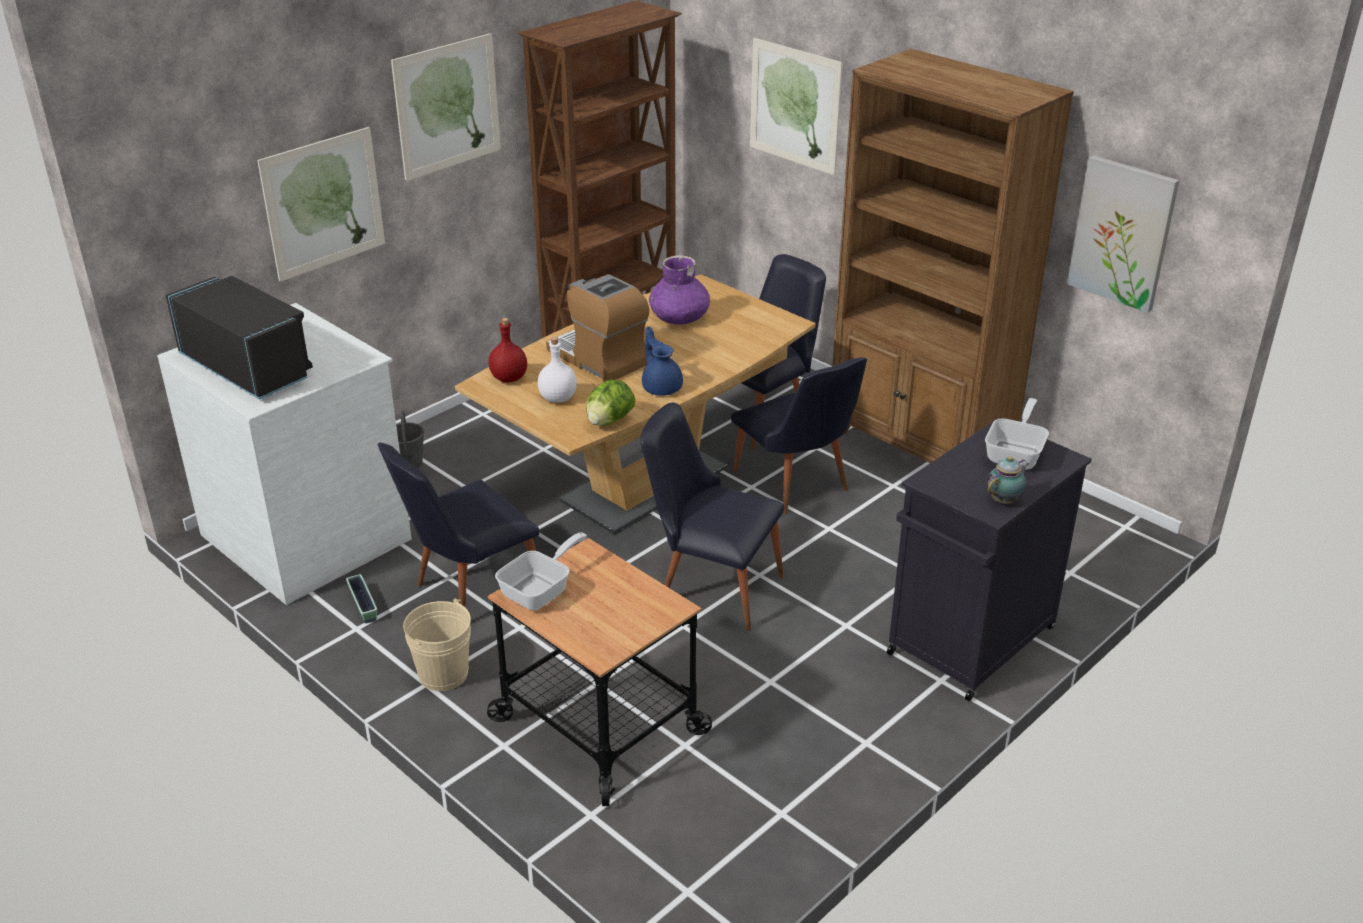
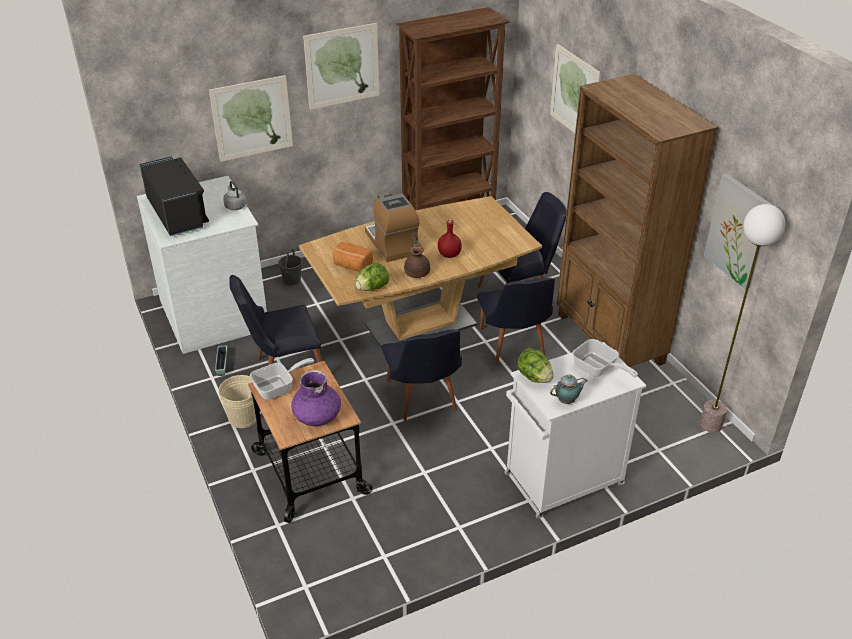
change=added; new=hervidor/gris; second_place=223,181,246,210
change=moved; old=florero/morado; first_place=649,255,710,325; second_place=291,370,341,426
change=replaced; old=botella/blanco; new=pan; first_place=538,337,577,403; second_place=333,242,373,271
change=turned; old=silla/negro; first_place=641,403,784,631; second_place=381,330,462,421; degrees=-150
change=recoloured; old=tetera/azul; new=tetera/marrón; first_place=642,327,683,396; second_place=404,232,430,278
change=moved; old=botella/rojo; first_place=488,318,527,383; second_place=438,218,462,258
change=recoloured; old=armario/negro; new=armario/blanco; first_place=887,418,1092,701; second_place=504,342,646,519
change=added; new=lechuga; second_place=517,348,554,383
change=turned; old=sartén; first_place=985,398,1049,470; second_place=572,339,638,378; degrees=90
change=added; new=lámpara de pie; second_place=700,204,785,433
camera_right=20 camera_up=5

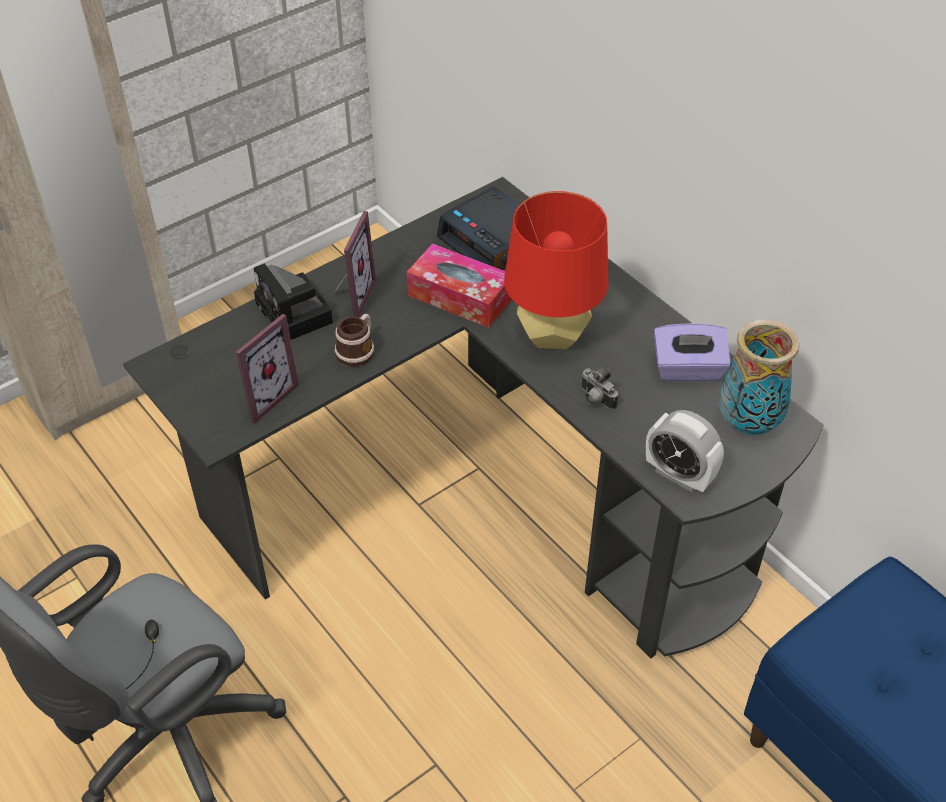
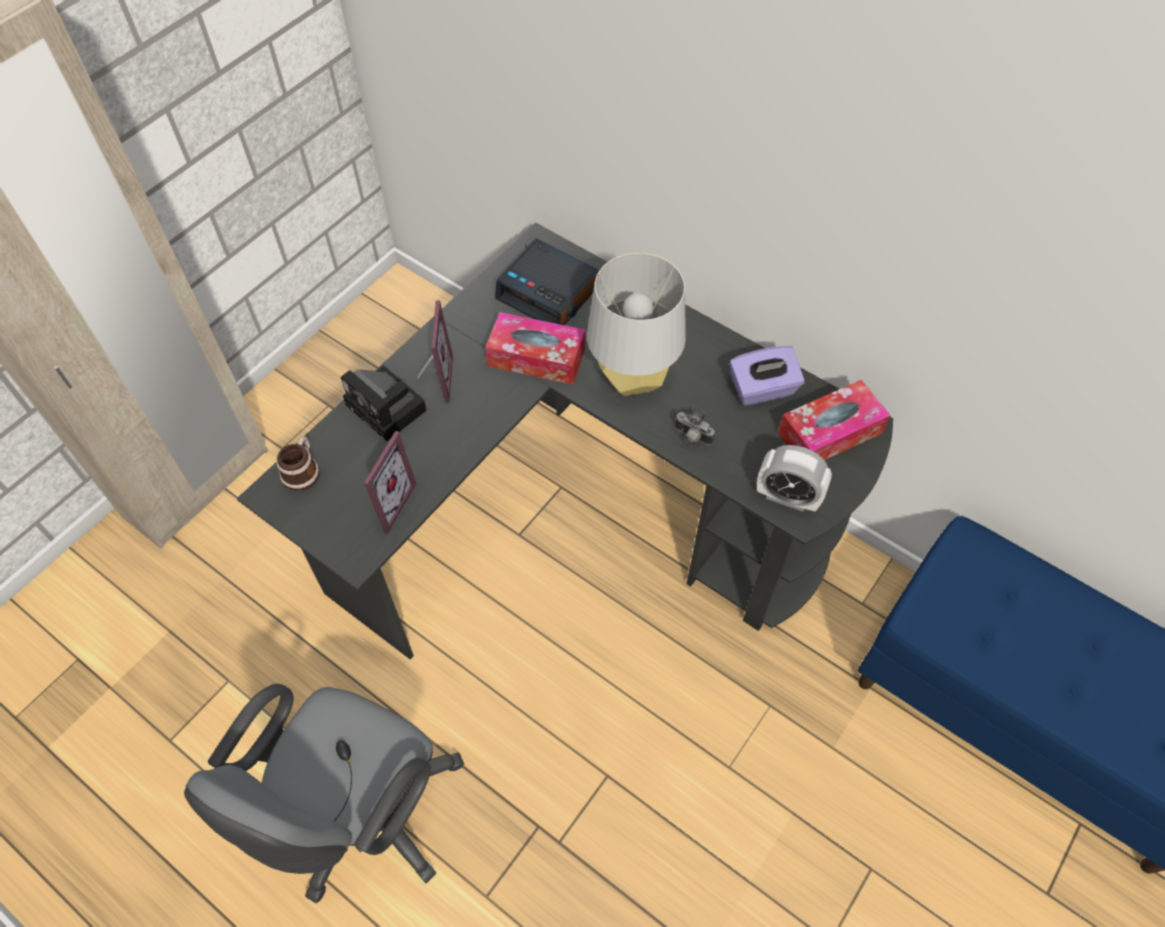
change=moved; old=taza grande; first_place=335,314,374,367; second_place=276,436,320,491
change=recoloured; old=lámpara de mesa/rojo; new=lámpara de mesa/gris; first_place=504,191,608,349; second_place=587,253,686,396
change=replaced; old=florero; new=caja de pañuelos; first_place=719,320,799,435; second_place=778,380,890,460
camera_right=-15 camera_up=10

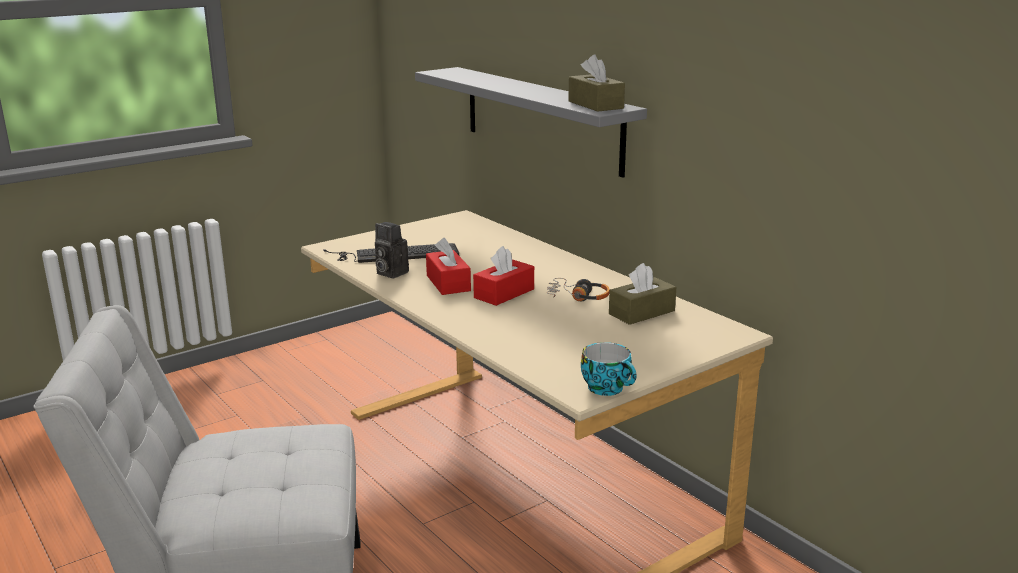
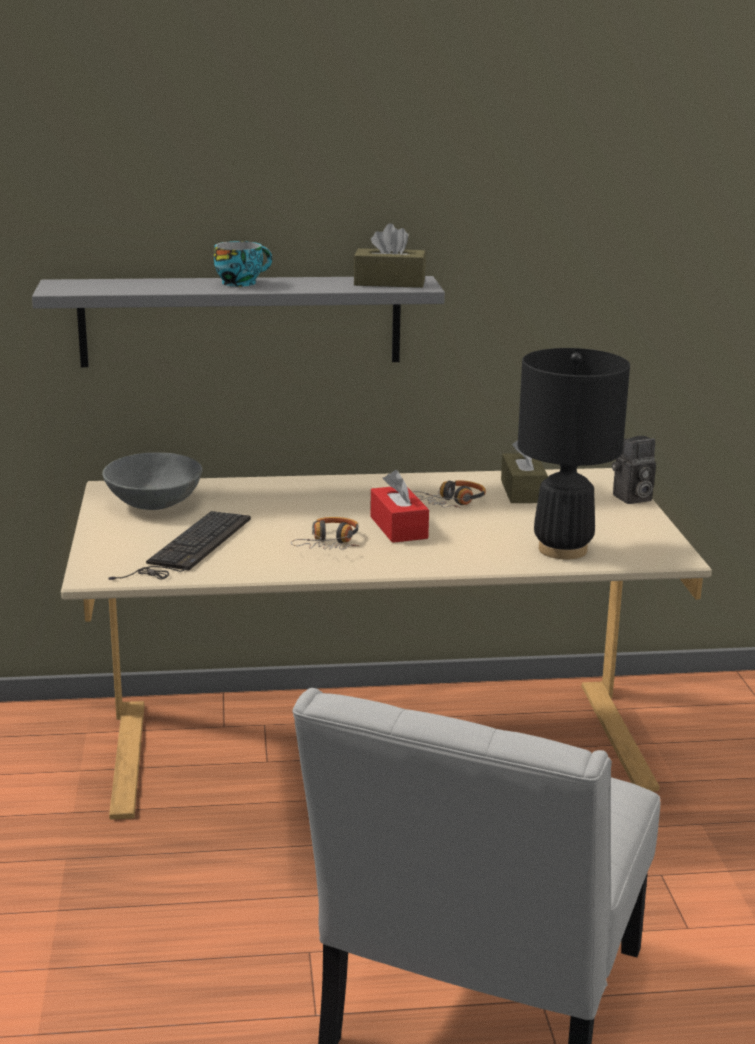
change=added; new=cuenco/gris; second_place=102,452,203,510
change=moved; old=taza; first_place=581,342,637,396; second_place=214,241,272,287
change=replaced; old=caja de pañuelos/rojo; new=auriculares; first_place=426,238,471,295; second_place=291,517,359,549
change=added; new=lámpara de mesa/negro; second_place=518,348,630,559
change=moved; old=cámara; first_place=375,222,409,278; second_place=612,436,656,504
camera_right=-60 camera_up=0

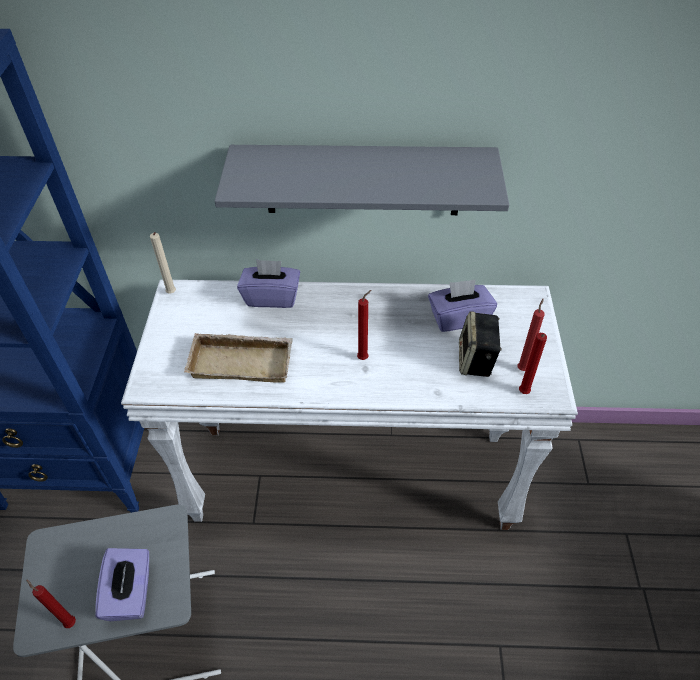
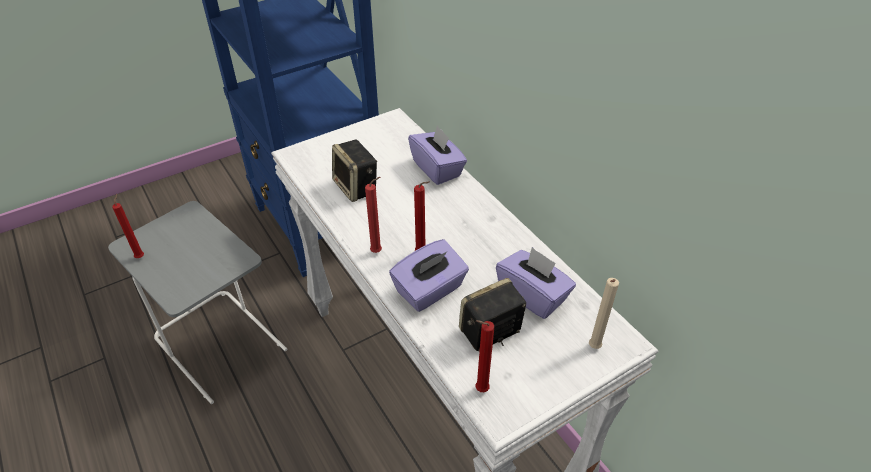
change=replaced; old=bandeja/beis; new=altavoz; first_place=184,333,293,383; second_place=332,140,377,202
change=moved; old=vela/rojo; first_place=517,299,545,371; second_place=365,177,382,253
change=moved; old=caja de pañuelos/morado; first_place=96,548,149,621; second_place=389,239,469,312
change=moved; old=vela/beis; first_place=150,232,176,293; second_place=589,278,619,349
change=removed; old=estante/gris; first_place=215,145,509,215
camera_right=55 camera_up=-5

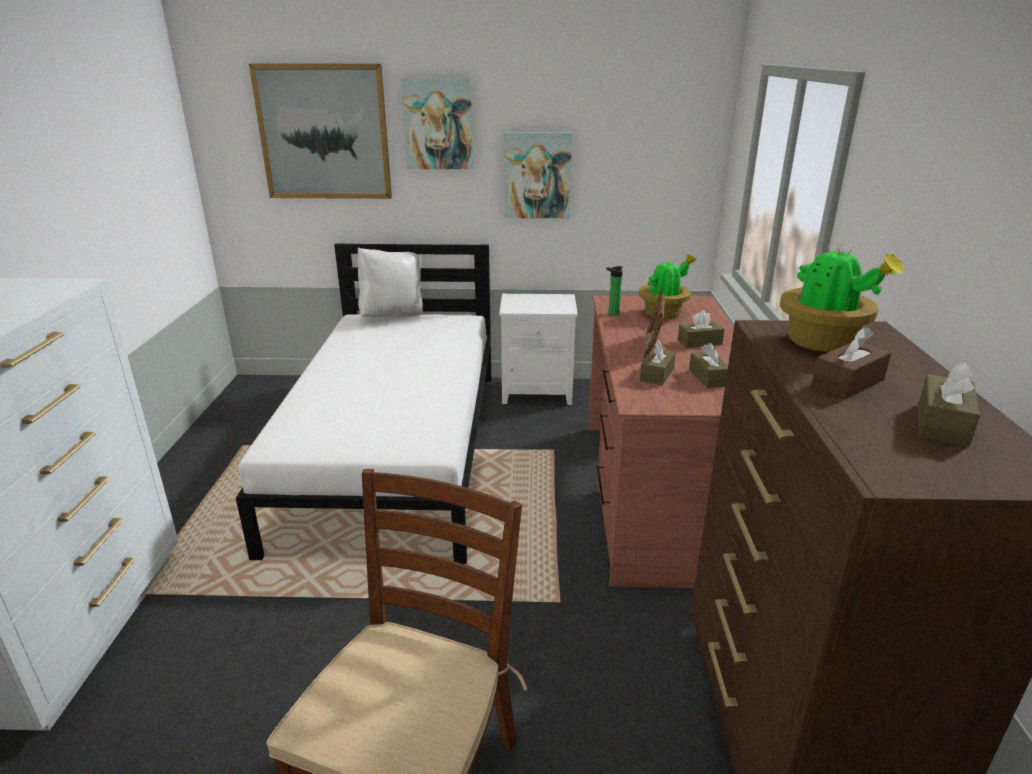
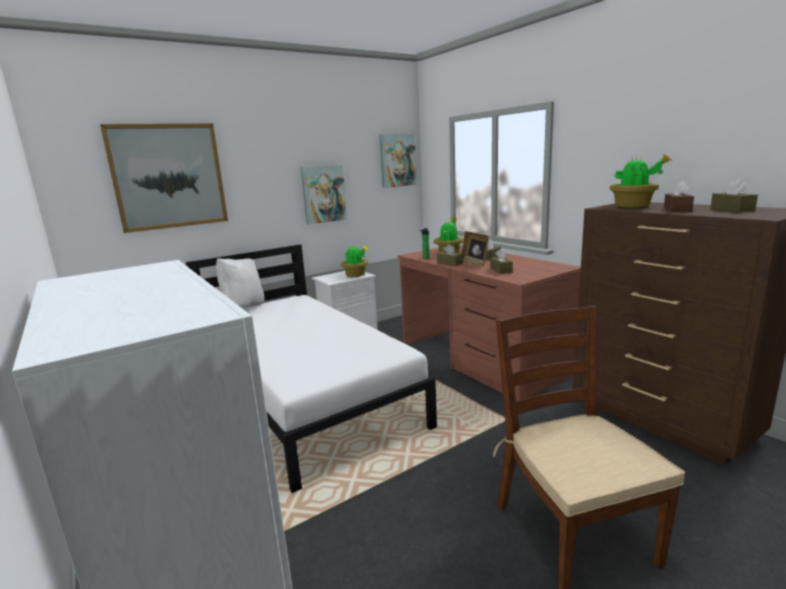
change=added; new=planta en maceta; second_place=341,245,368,277
change=moved; old=cuadro; first_place=401,78,474,169; second_place=379,133,417,188
change=moved; old=caja de pañuelos/marrón; first_place=689,343,728,388; second_place=437,244,463,266
camera_right=-35 camera_up=-10

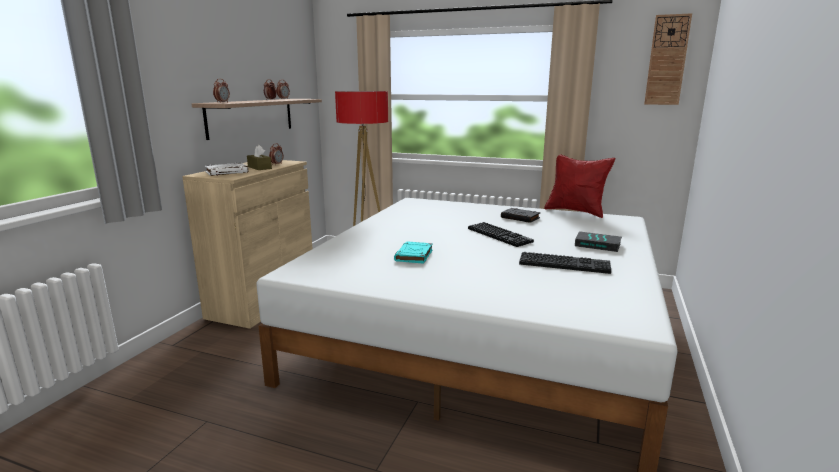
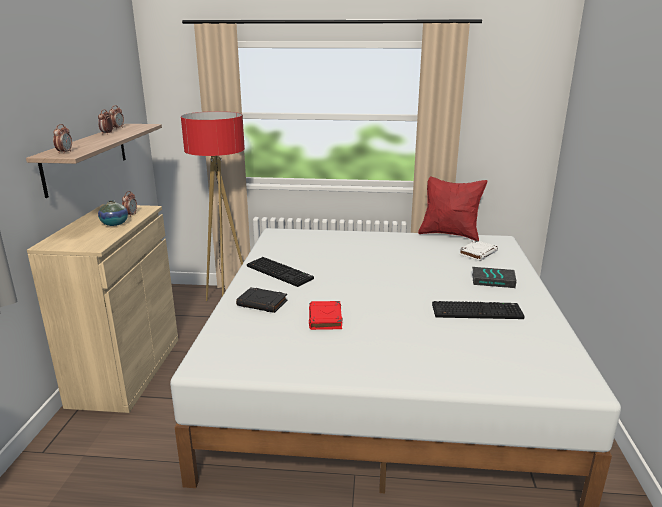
change=replaced; old=caja de pañuelos/marrón; new=florero; first_place=247,145,272,170; second_place=98,200,128,226
change=moved; old=libro/negro; first_place=501,208,540,223; second_place=236,287,288,313
change=moved; old=teclado; first_place=468,222,534,247; second_place=247,257,314,287
change=recoloured; old=libro/turquesa; new=libro/rojo; first_place=394,241,433,264; second_place=309,301,342,330
change=moved; old=libro/blanco; first_place=205,163,248,176; second_place=459,240,498,261
change=removed; old=reloj de pared; first_place=644,13,692,105
camera_right=-15 camera_up=5

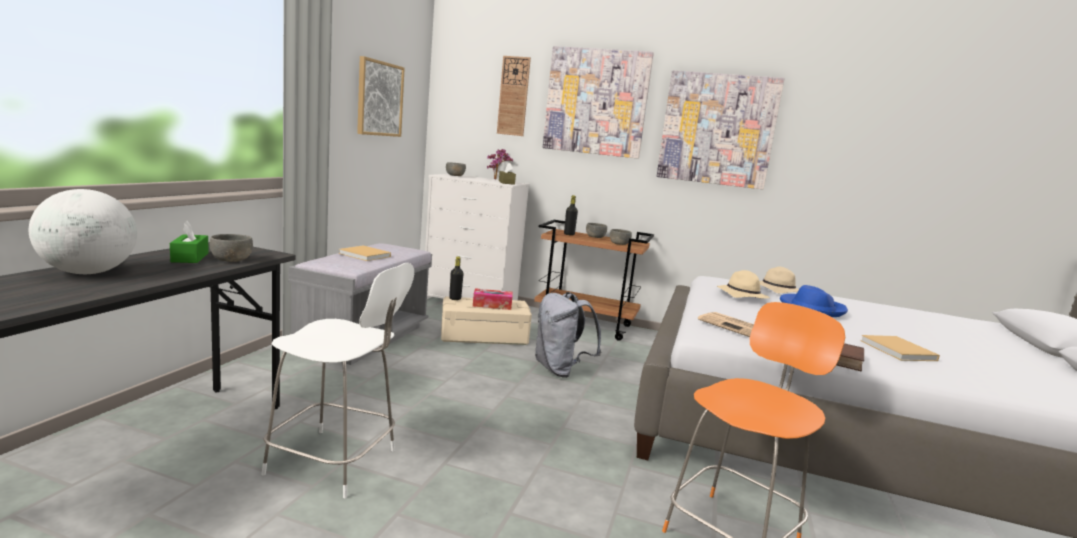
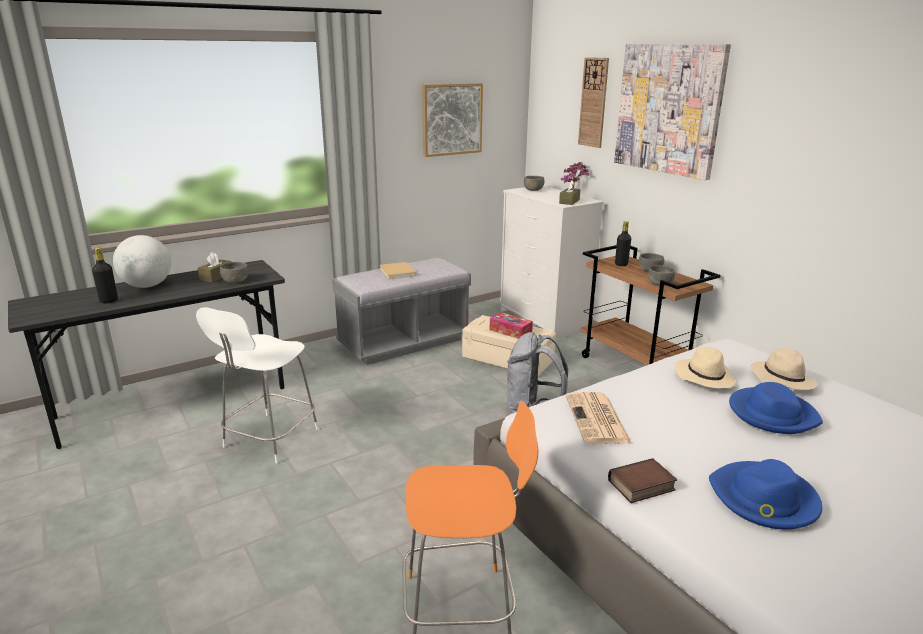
change=moved; old=botella/negro; first_place=449,256,464,300; second_place=92,248,118,303
change=turned; old=silla/blanco; first_place=261,263,414,498; second_place=196,307,319,464; degrees=60
change=recoloured; old=caja de pañuelos/verde; new=caja de pañuelos/marrón; first_place=170,221,209,263; second_place=198,252,231,283
change=replaced; old=libro/beis; new=sombrero/azul; first_place=860,335,940,361; second_place=709,459,823,530
change=removed; old=cuadro; first_place=657,71,785,189
camera_right=40 camera_up=10

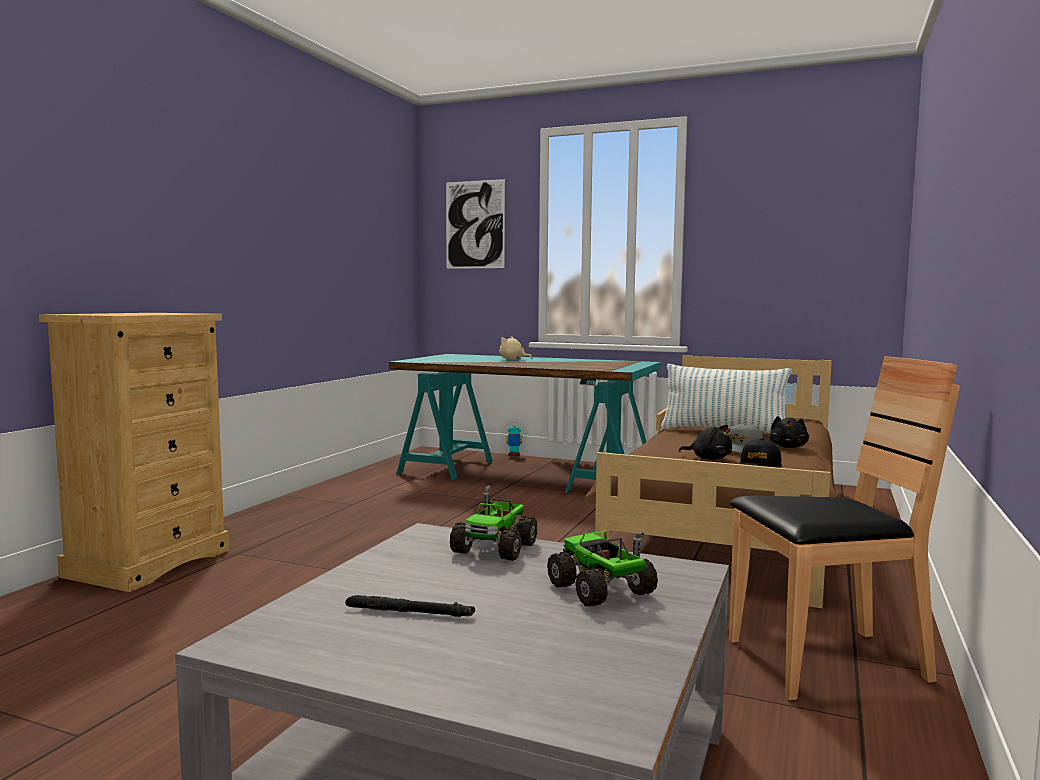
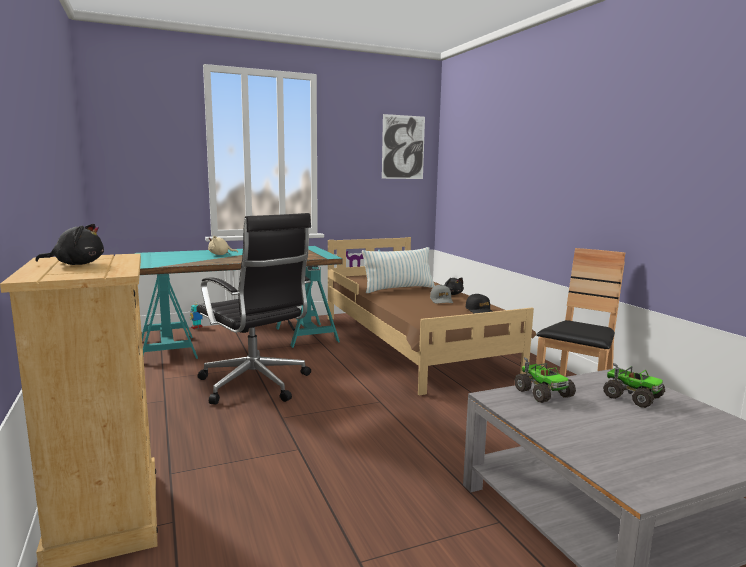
change=moved; old=peluche/negro; first_place=679,425,732,460; second_place=35,224,104,265
change=added; new=silla de oficina/negro; second_place=196,213,311,405
change=moved; old=cuadro; first_place=446,179,505,269; second_place=382,114,425,179
change=turned; old=camión de juguete; first_place=547,530,658,606; second_place=603,363,665,408; degrees=-150
change=removed; old=linterna/negro; first_place=345,595,475,617
camera_right=-45 camera_up=5

